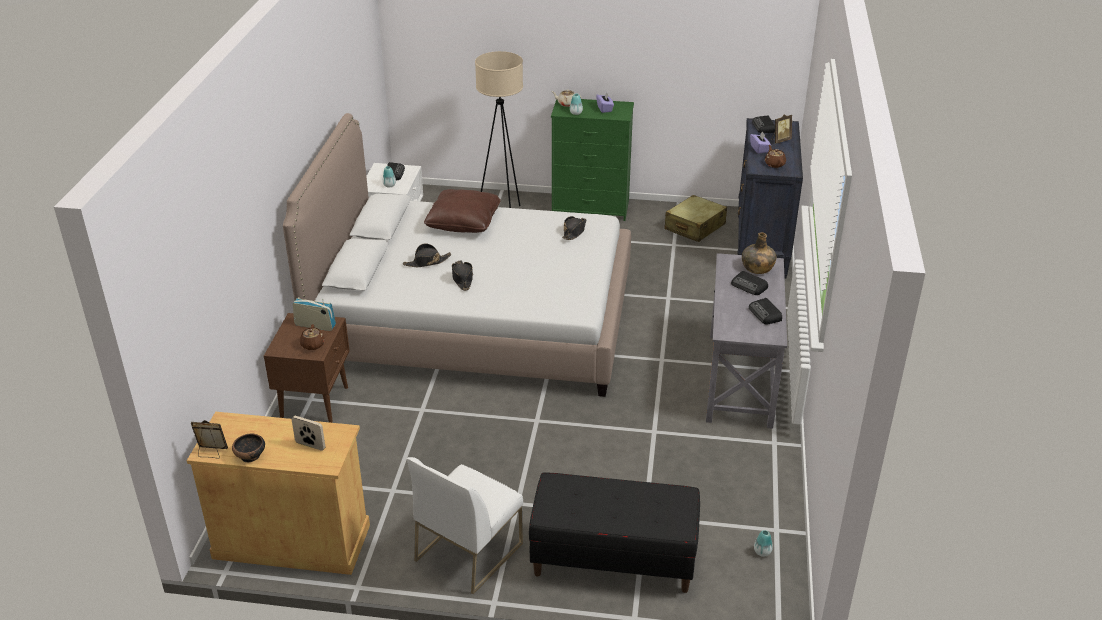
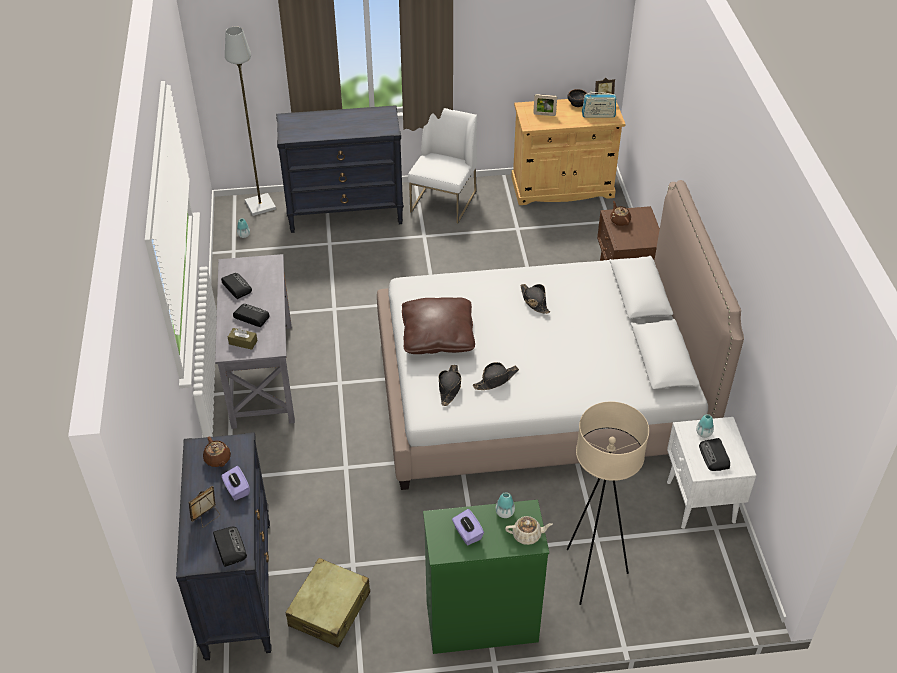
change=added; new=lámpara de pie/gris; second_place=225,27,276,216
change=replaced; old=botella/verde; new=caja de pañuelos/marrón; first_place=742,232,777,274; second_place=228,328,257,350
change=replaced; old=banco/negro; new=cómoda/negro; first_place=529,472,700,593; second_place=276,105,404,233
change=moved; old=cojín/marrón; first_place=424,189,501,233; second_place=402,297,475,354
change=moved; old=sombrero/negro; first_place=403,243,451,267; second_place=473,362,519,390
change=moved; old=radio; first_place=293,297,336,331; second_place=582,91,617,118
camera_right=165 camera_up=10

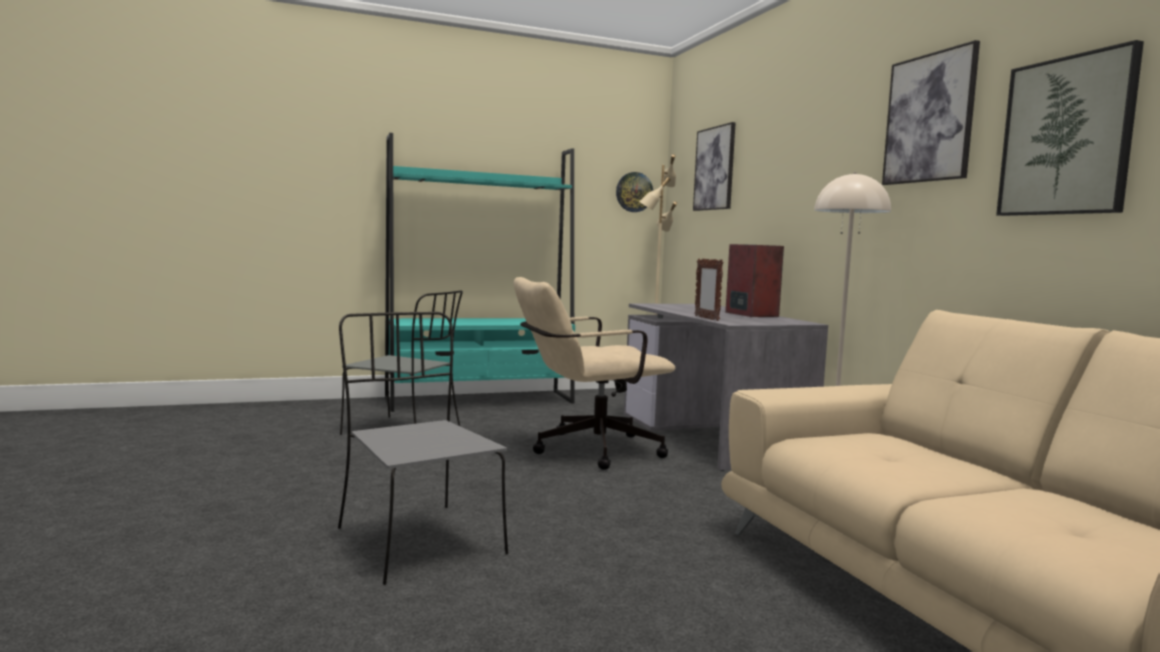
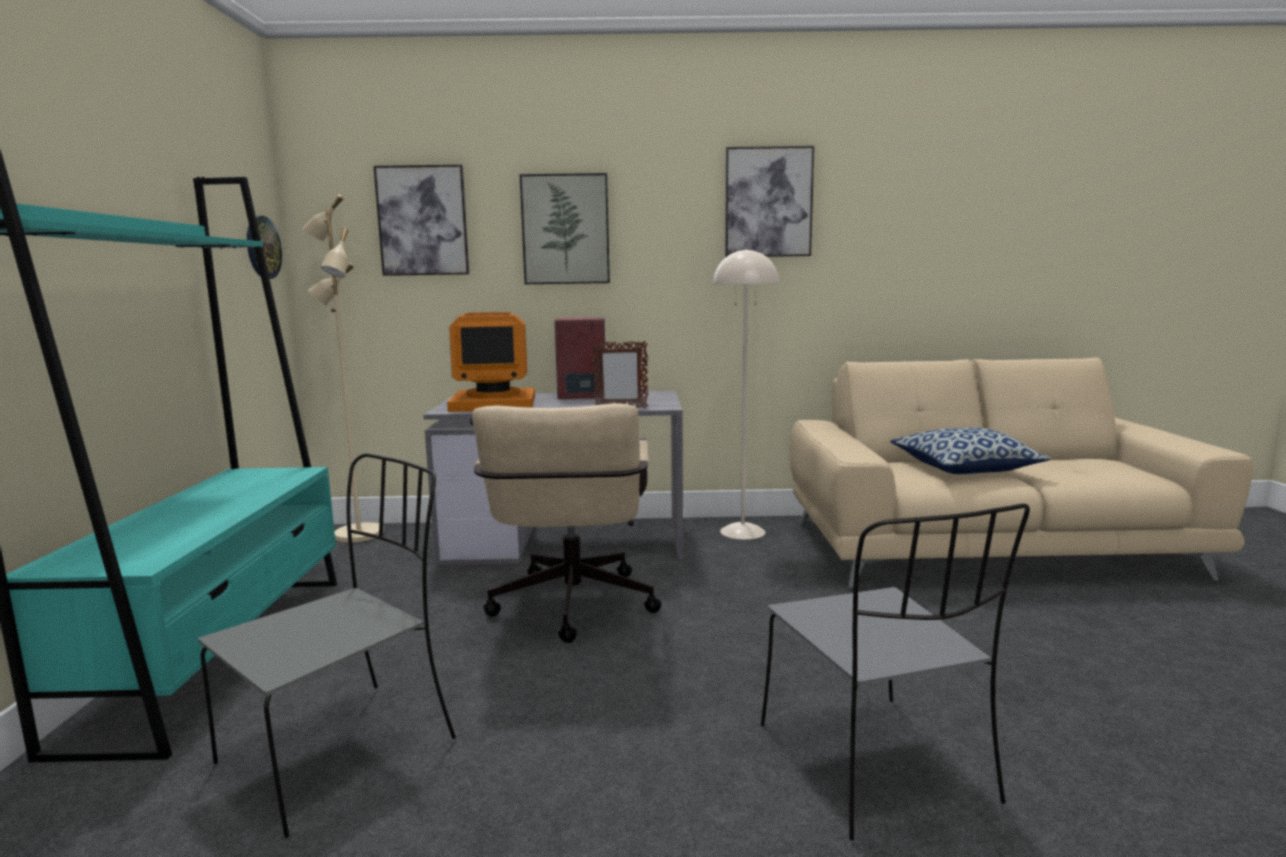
change=added; new=monitor; second_place=447,312,535,412
change=moved; old=cuadro; first_place=996,40,1144,216; second_place=520,173,610,284
change=turned; old=silla/gris; first_place=338,312,508,585; second_place=761,503,1030,841; degrees=-90
change=added; new=cojín; second_place=890,427,1051,474
camera_right=-70 camera_up=5

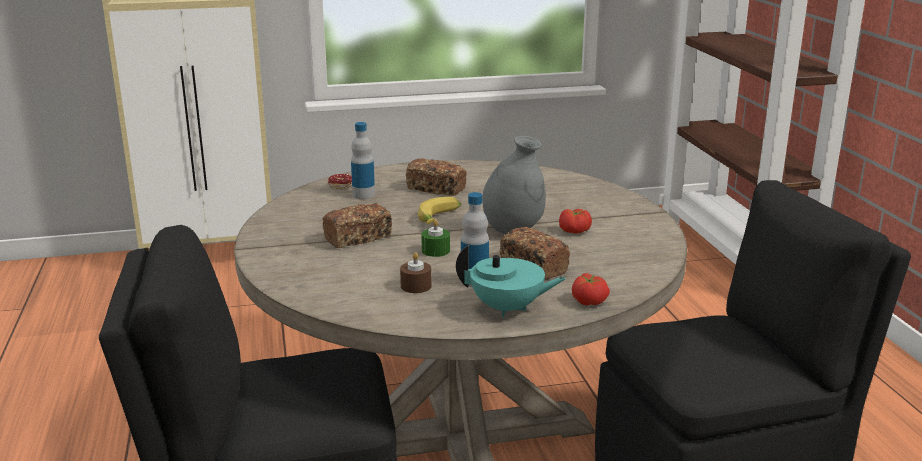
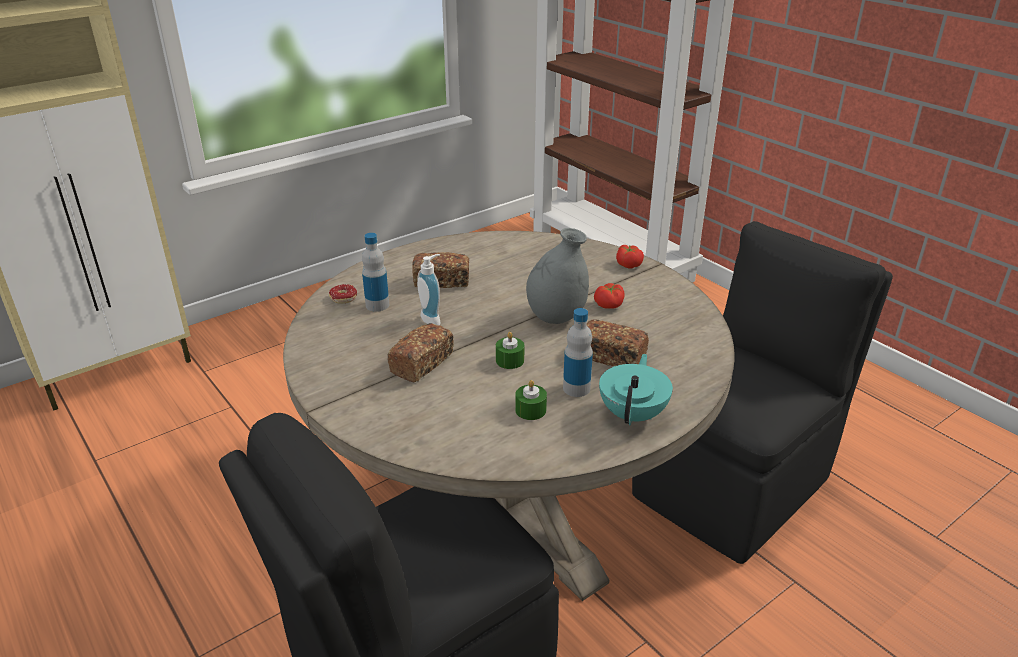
change=added; new=dispensador de jabón; second_place=417,254,440,326
change=recoloured; old=vela/marrón; new=vela/verde; first_place=400,252,432,293; second_place=515,380,547,420
change=turned; old=tetera/turquesa; first_place=456,245,566,318; second_place=599,354,673,425; degrees=-60
change=moved; old=tomate; first_place=572,273,610,306; second_place=616,245,644,269
change=removed; old=plátano; first_place=418,197,461,224
camera_right=-25 camera_up=10

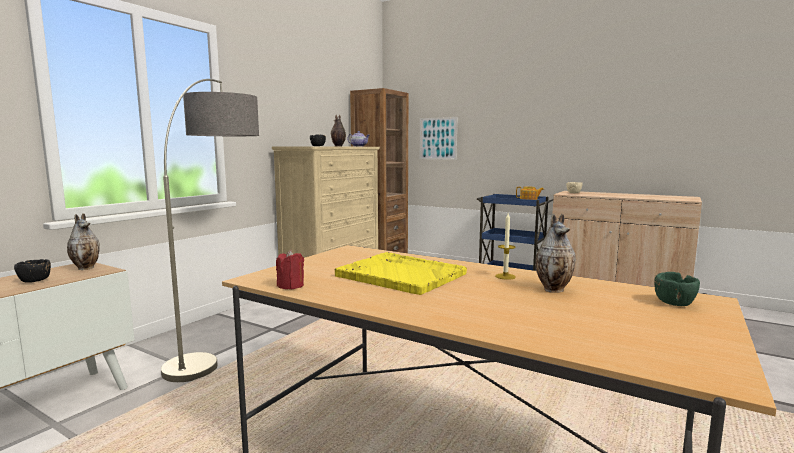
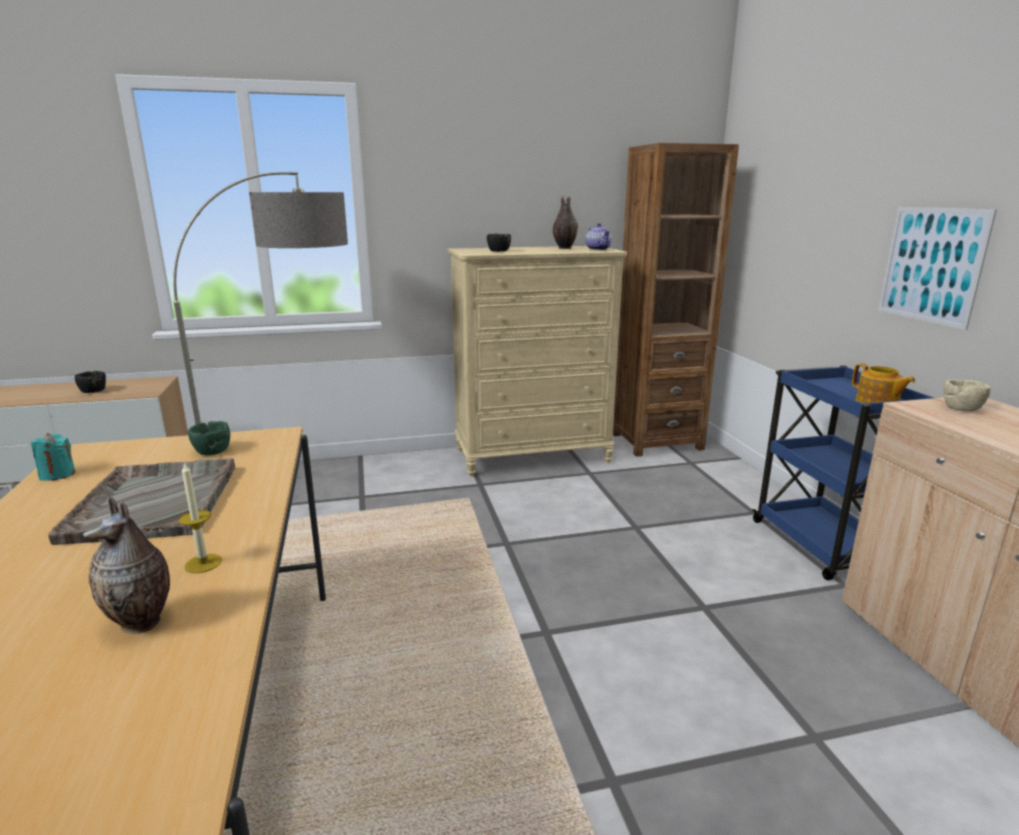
change=recoloured; old=vela/rojo; new=vela/turquesa; first_place=276,250,304,289; second_place=31,433,76,481
change=recoloured; old=bandeja/amarillo; new=bandeja/gris; first_place=335,252,467,295; second_place=48,458,235,545
change=moved; old=cuenco/verde; first_place=654,272,700,306; second_place=188,421,230,456
change=moved; old=cuadro; first_place=420,117,457,160; second_place=878,207,997,330
change=removed; old=florero; first_place=67,213,100,270
camera_right=45 camera_up=10

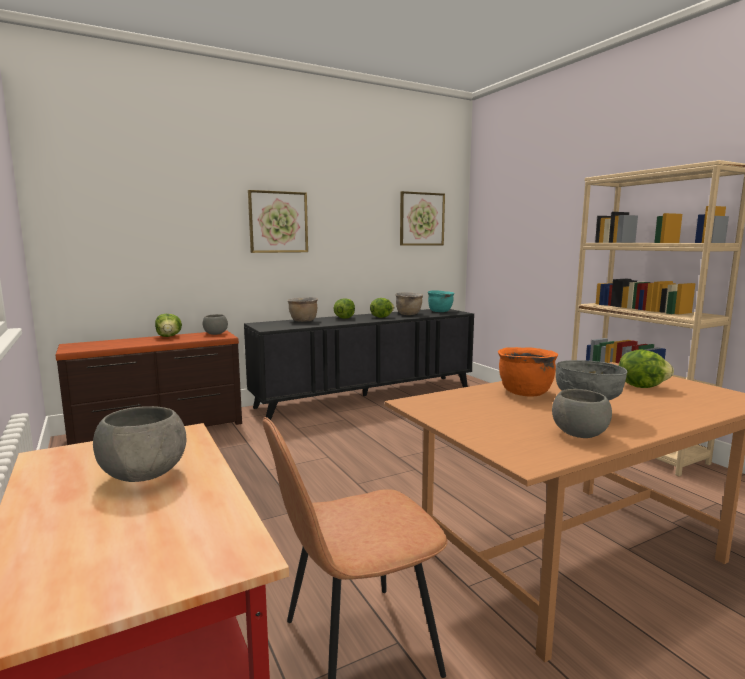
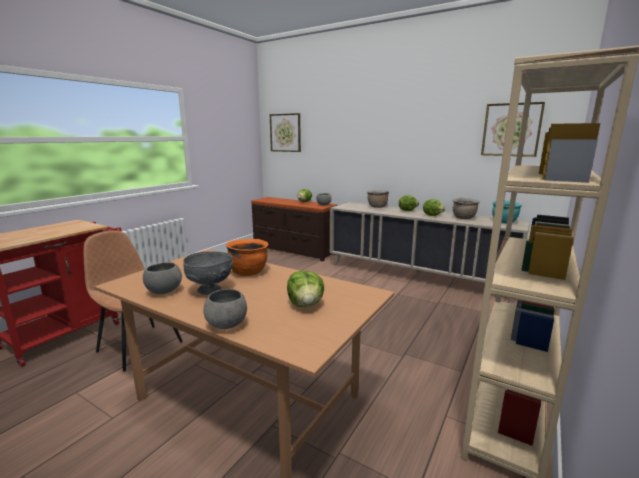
change=moved; old=cuenco/gris; first_place=93,406,186,482; second_place=203,289,247,329
change=moved; old=cuadro; first_place=248,190,308,253; second_place=270,113,301,152
change=recoloured; old=armario/negro; new=armario/beis; first_place=244,309,474,420; second_place=330,202,530,303
camera_right=60 camera_up=5

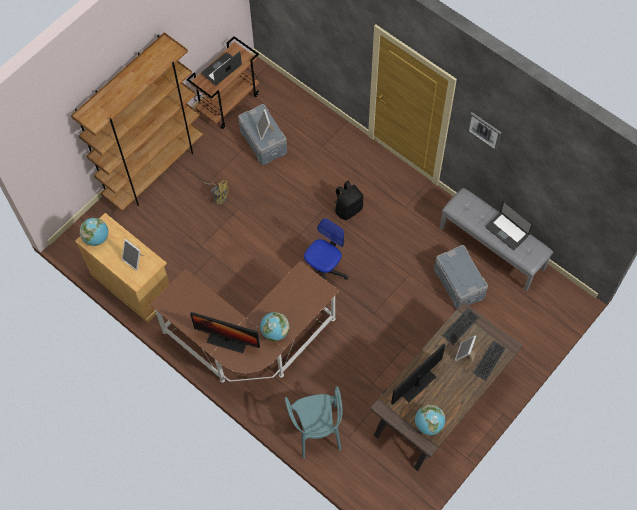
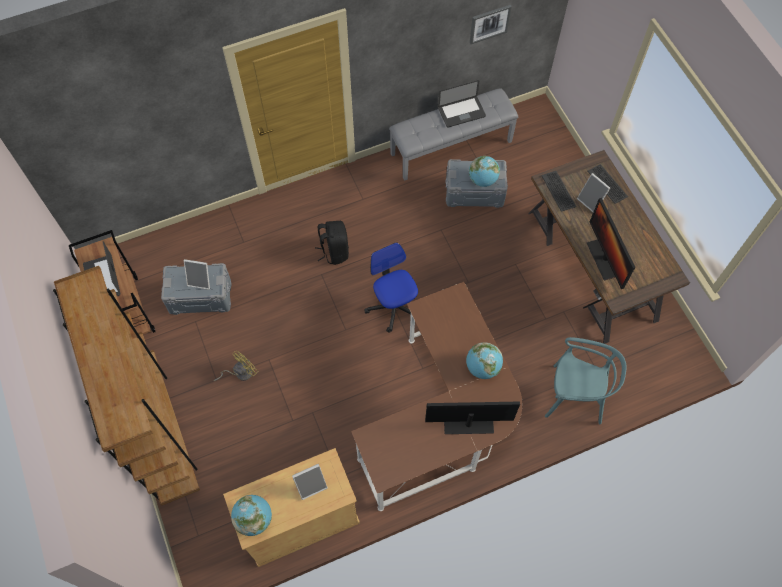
change=turned; old=monitor; first_place=190,312,260,353; second_place=425,402,520,434; degrees=-135
change=moved; old=globo terráqueo; first_place=415,405,445,435; second_place=469,156,500,187
change=moved; old=cuadro; first_place=467,112,502,151; second_place=470,5,512,44
camera_right=-65 camera_up=0

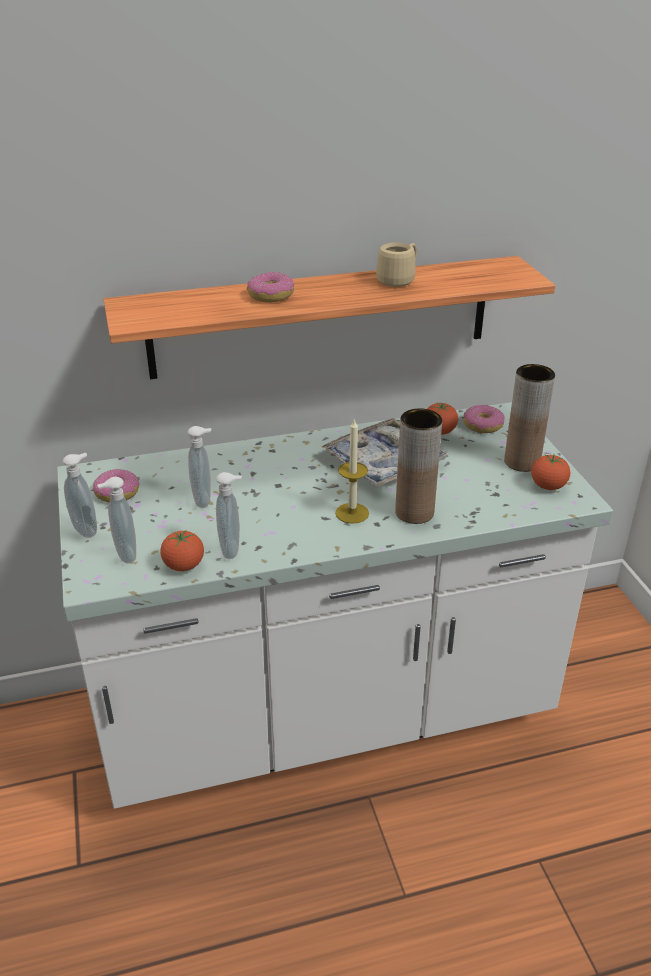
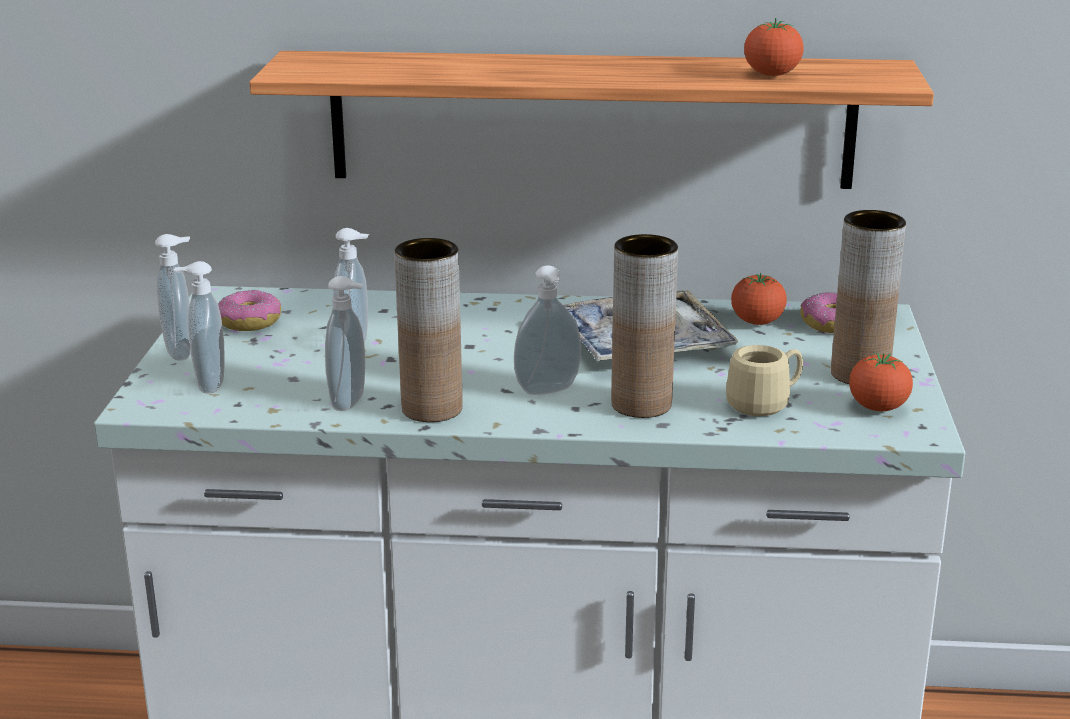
change=added; new=florero/marrón; second_place=394,238,463,422
change=replaced; old=vela; new=dispensador de jabón; first_place=335,418,369,524; second_place=514,265,581,395
change=moved; old=taza grande/beis; first_place=376,242,417,287; second_place=726,345,803,416
change=moved; old=tomate; first_place=160,529,204,571; second_place=744,18,804,76
change=removed; old=rosquilla; first_place=247,272,294,302
camera_right=20 camera_up=-10

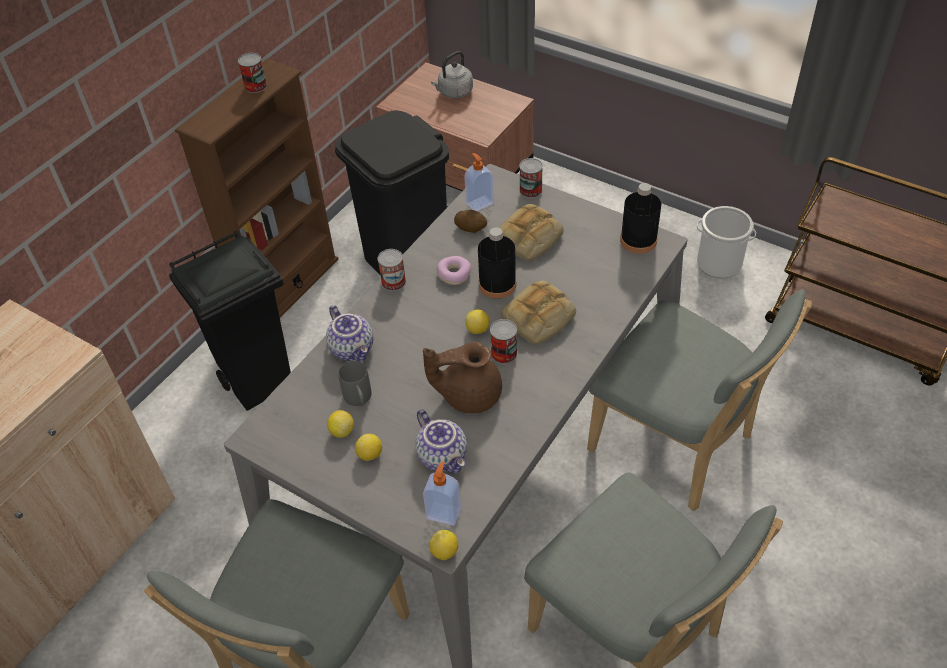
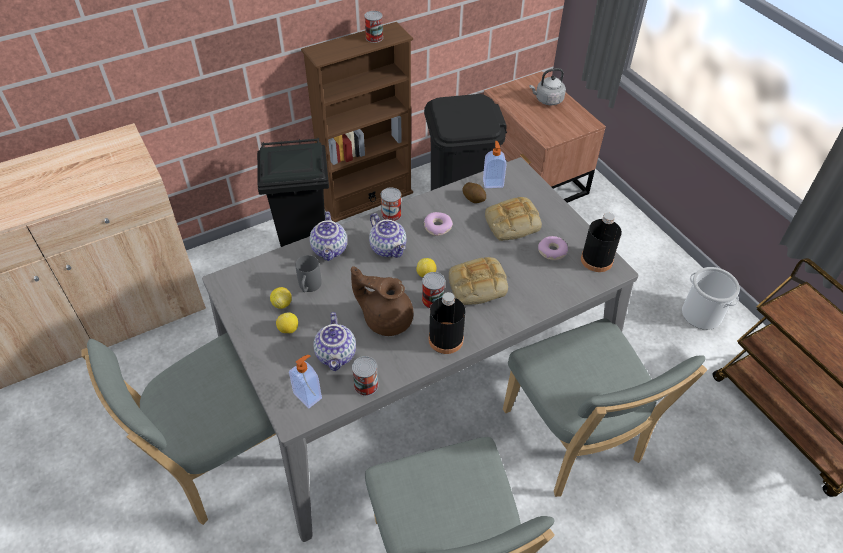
change=moved; old=lata; first_place=519,158,543,198; second_place=352,356,378,396
change=added; new=tetera; second_place=369,213,407,258
change=moved; old=botella/negro; first_place=478,227,516,299; second_place=429,292,465,354
change=added; new=rosquilla; second_place=538,236,568,260
change=removed; old=limón; first_place=429,530,458,560
camera_right=25 camera_up=0

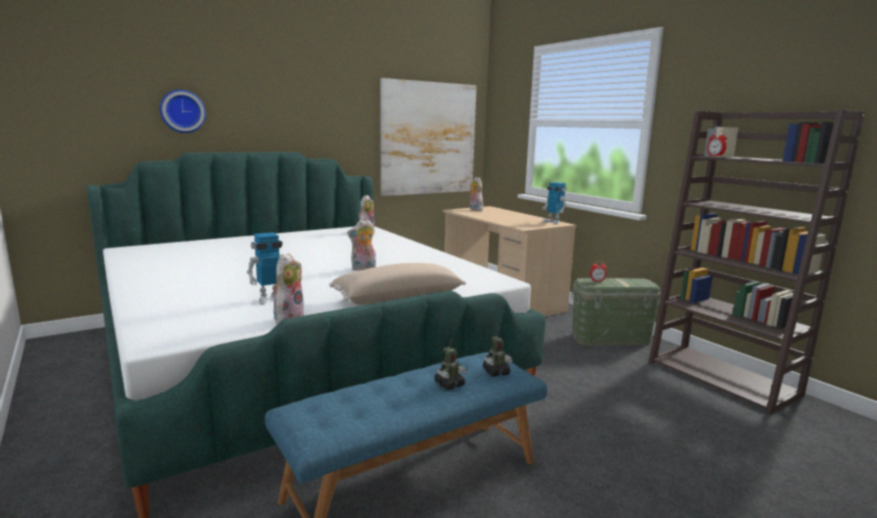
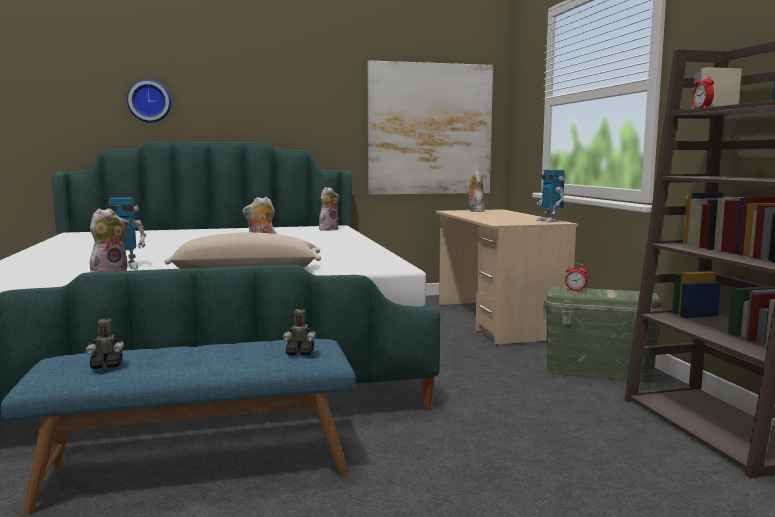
change=moved; old=robot de juguete; first_place=434,339,467,390; second_place=86,308,124,369
camera_right=20 camera_up=-5

